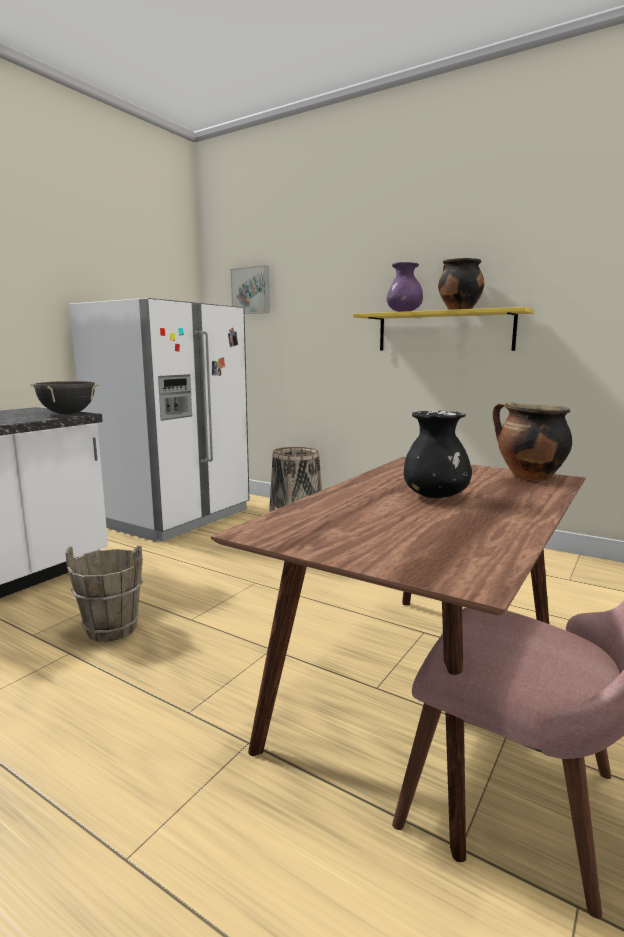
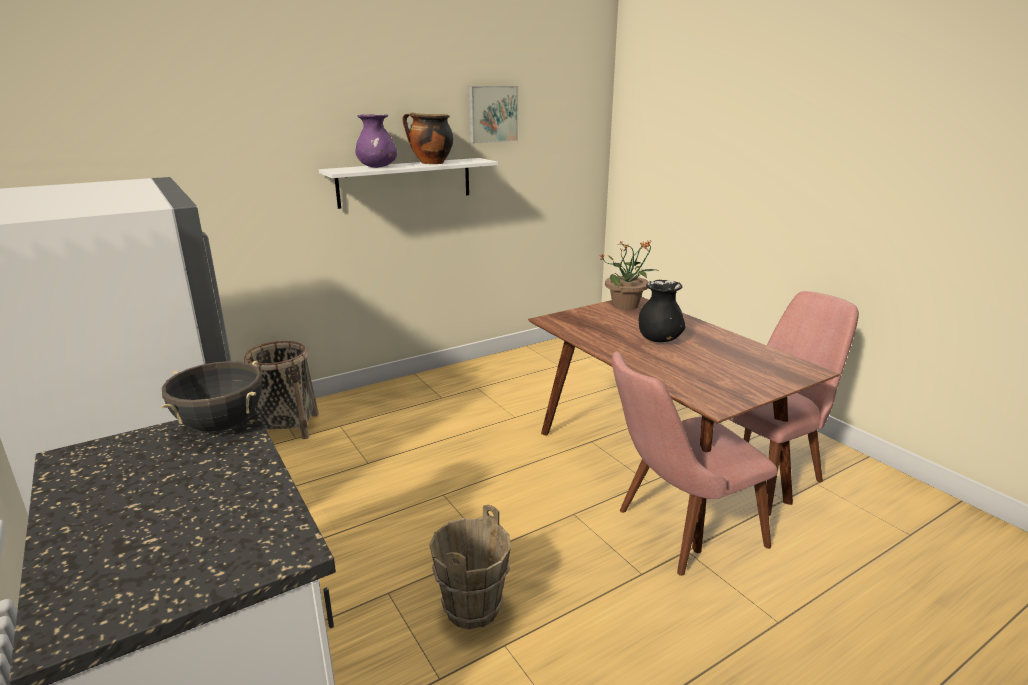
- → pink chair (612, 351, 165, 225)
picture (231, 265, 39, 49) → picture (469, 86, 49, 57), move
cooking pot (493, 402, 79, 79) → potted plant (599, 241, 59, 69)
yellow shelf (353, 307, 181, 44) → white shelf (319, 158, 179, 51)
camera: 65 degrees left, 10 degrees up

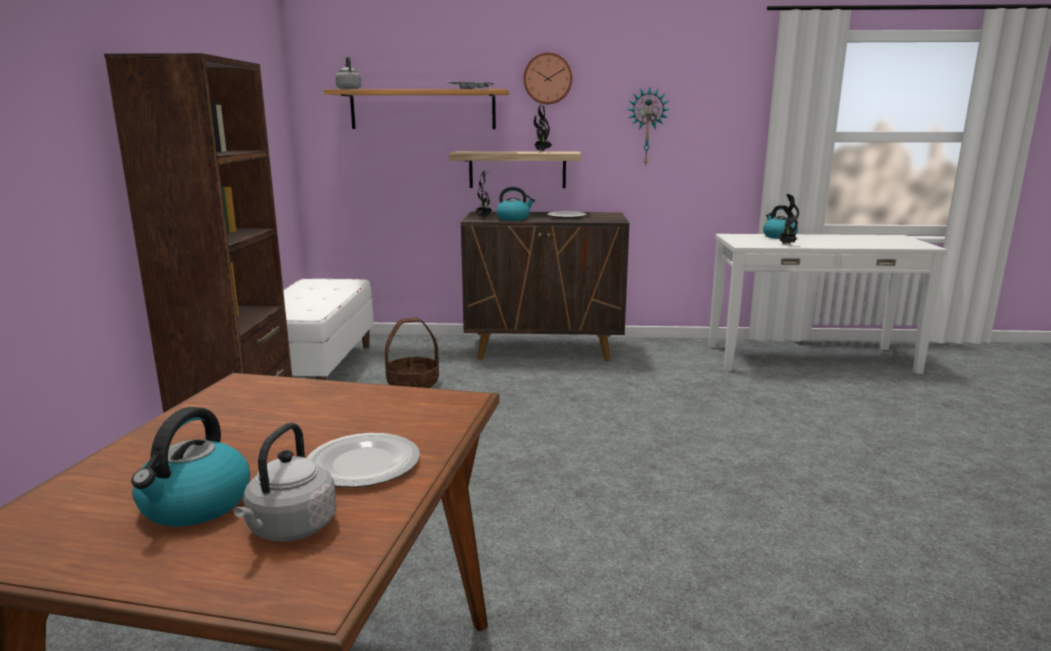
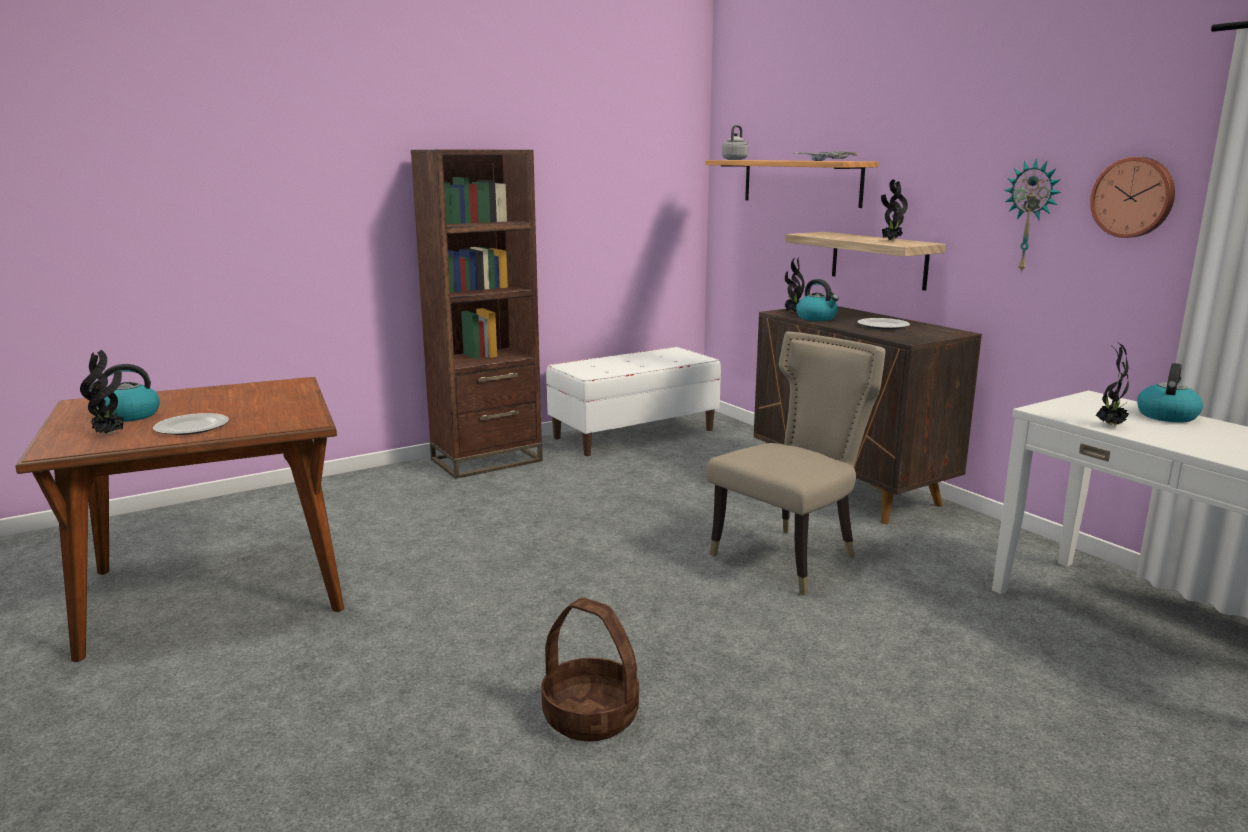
- → beige chair (706, 331, 180, 265)
basket (385, 317, 54, 71) → basket (541, 598, 98, 143), move
wall clock (523, 52, 49, 52) → wall clock (1090, 157, 85, 81), move
grey kettle (234, 422, 102, 120) → potted plant (80, 350, 44, 85)
camera: 55 degrees right, 0 degrees up

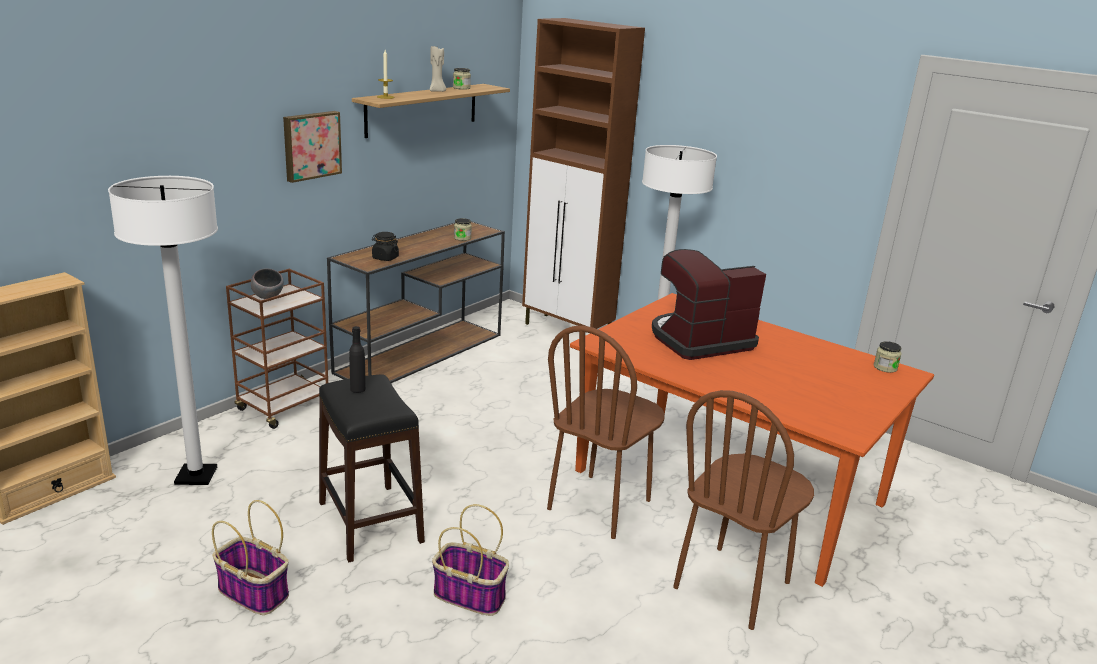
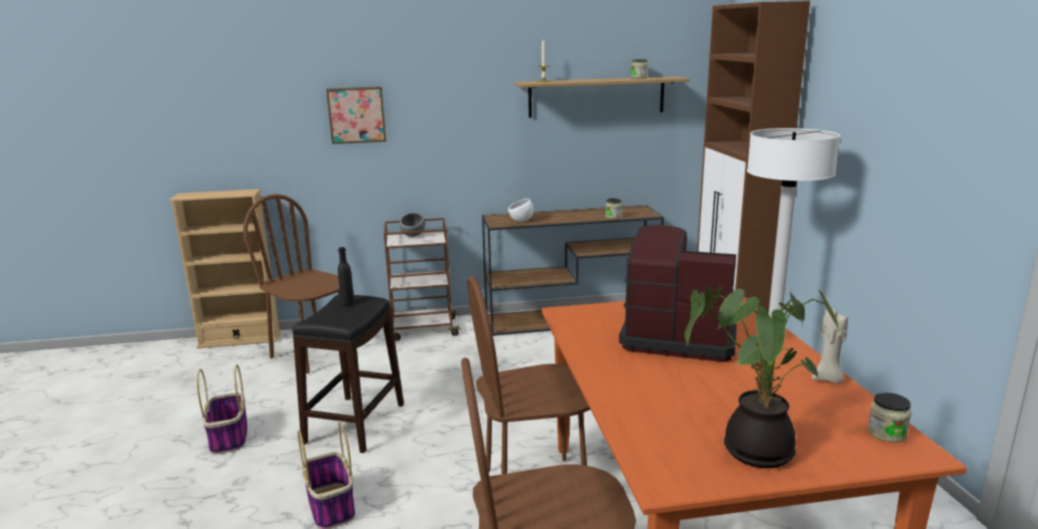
- → potted plant (685, 287, 154, 181)
picture (283, 111, 59, 72) → picture (326, 87, 60, 57), move
beige candle (430, 44, 16, 48) → beige candle (812, 309, 36, 74), move
white floor lamp (108, 176, 110, 309) → brown chair (243, 194, 97, 180)
black jar (372, 232, 27, 29) → white bowl (508, 199, 26, 23)
camera: 45 degrees right, 5 degrees down

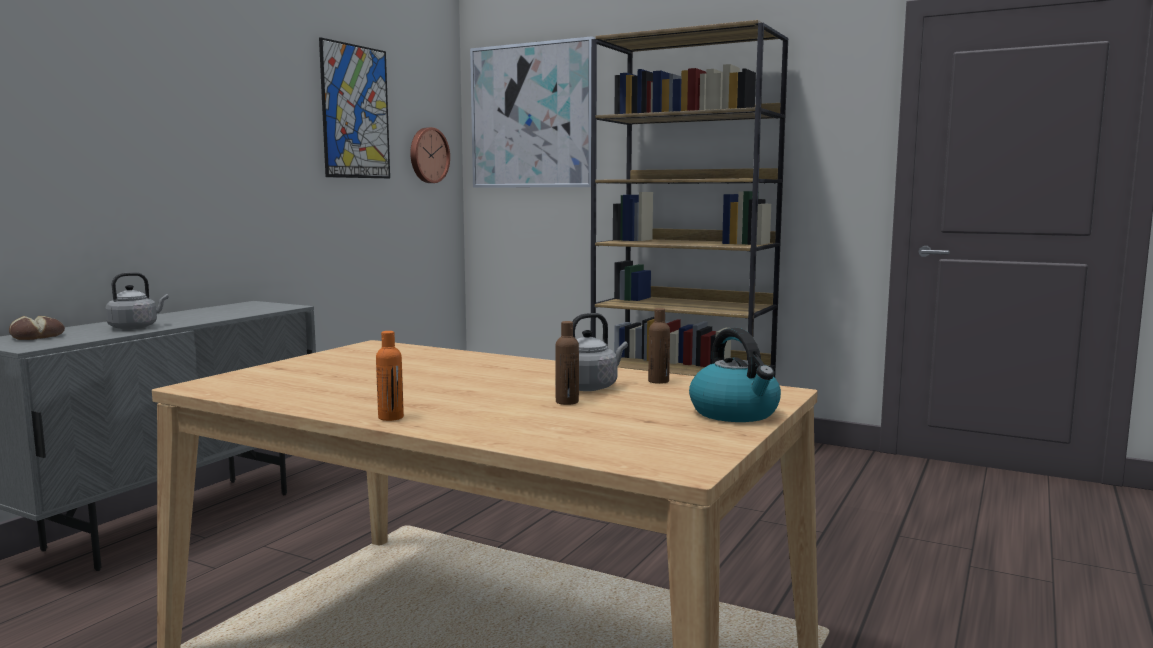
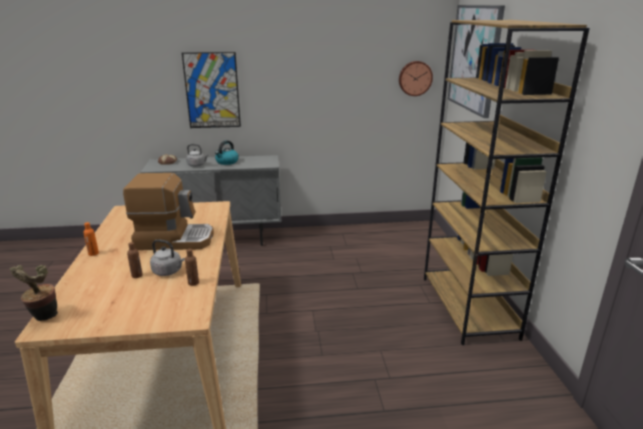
- → potted plant (10, 265, 48, 56)
- → coffee machine (123, 173, 91, 77)
picture (319, 37, 71, 141) → picture (182, 52, 59, 76), move
kettle (689, 328, 92, 94) → kettle (215, 140, 24, 25), move
camera: 55 degrees right, 15 degrees up

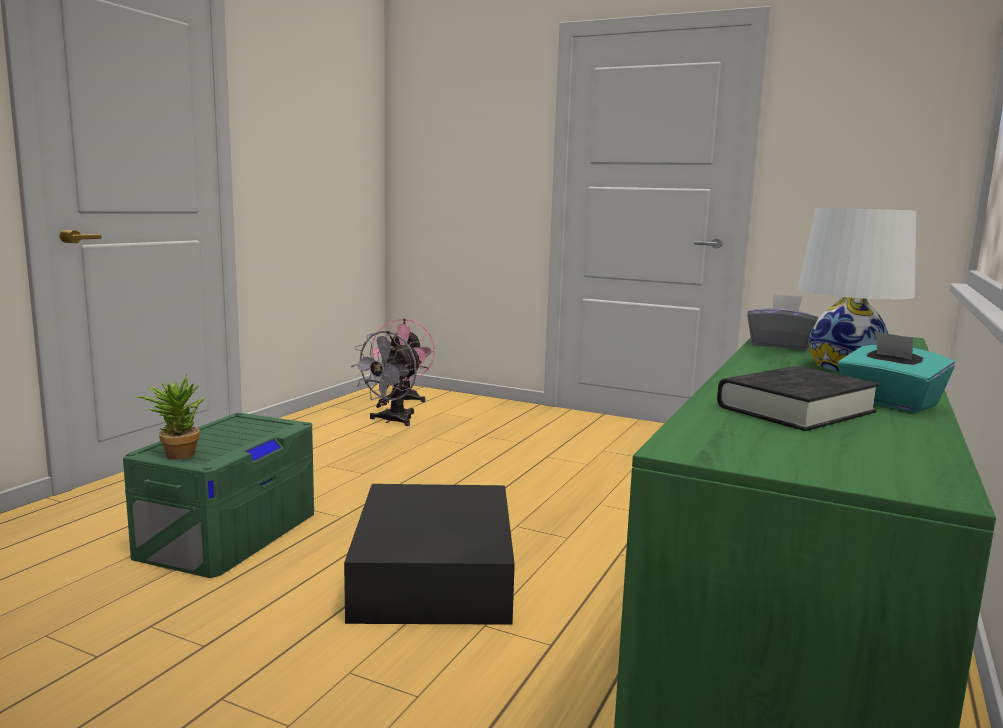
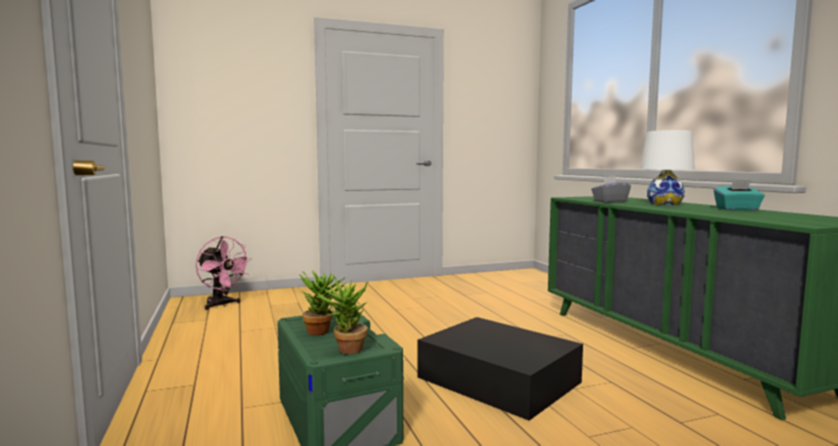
grey fan (351, 331, 71, 95) → -
black book (717, 366, 163, 65) → -
- → potted plant (299, 270, 47, 66)
camera: 45 degrees left, 5 degrees down

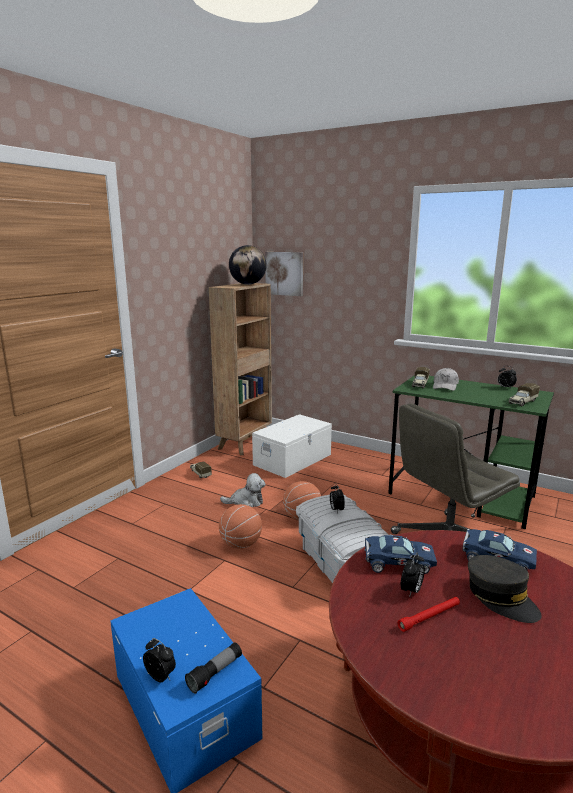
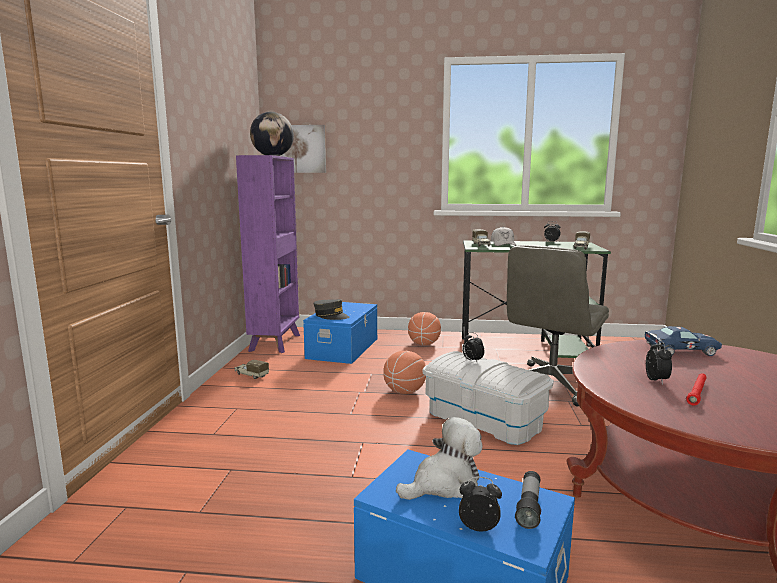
blue toy car (365, 535, 72, 39) → -
basketball (219, 504, 43, 45) → basketball (408, 312, 33, 33), move
plush toy (220, 473, 46, 34) → plush toy (396, 417, 87, 83), move
grey cap (468, 555, 73, 68) → grey cap (313, 299, 36, 21), move
brown bookcase (209, 283, 63, 172) → purple bookcase (236, 155, 64, 198)
white storage box (252, 414, 80, 64) → blue storage box (303, 302, 74, 62)
camera: 25 degrees left, 5 degrees down

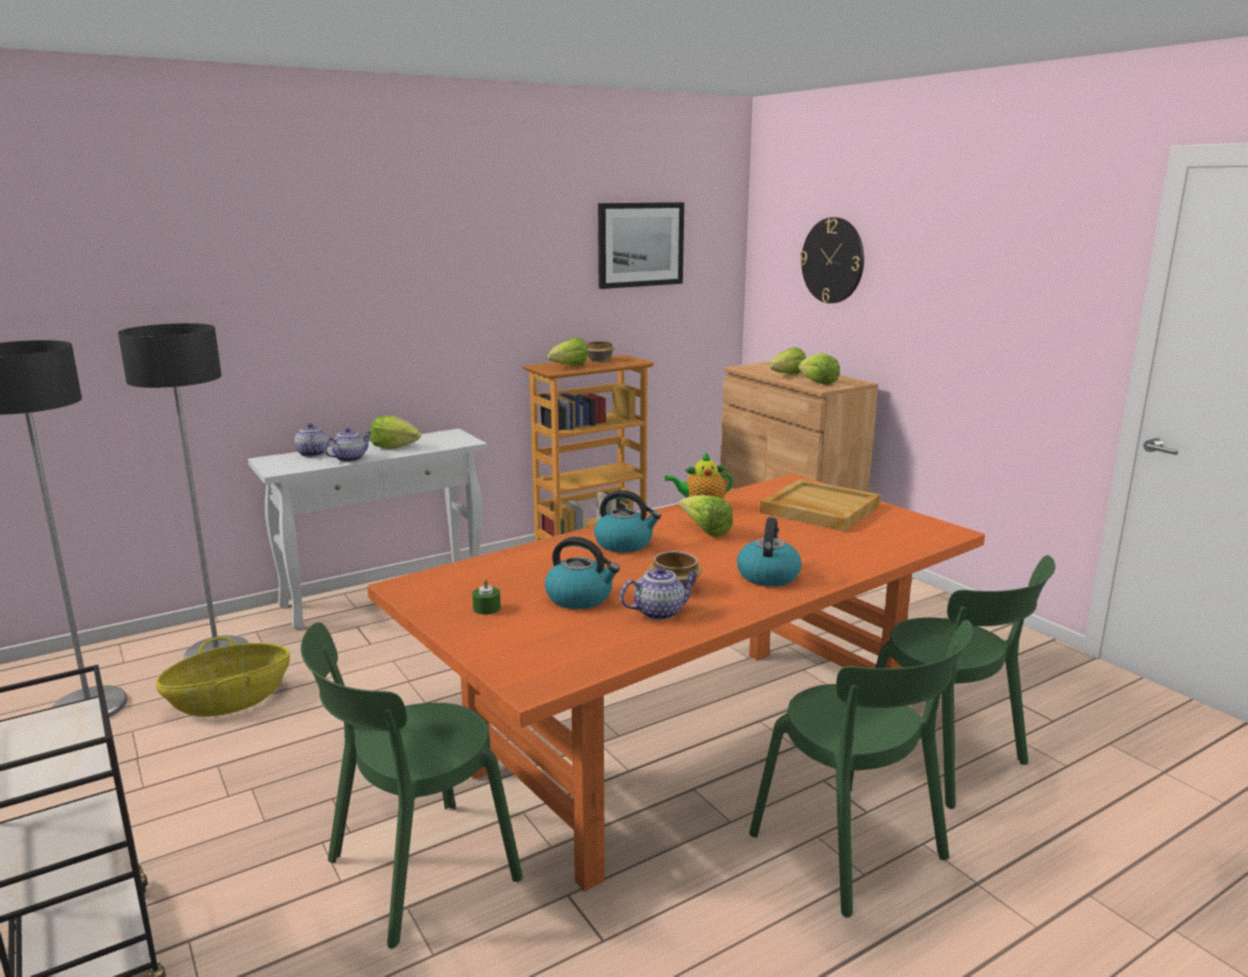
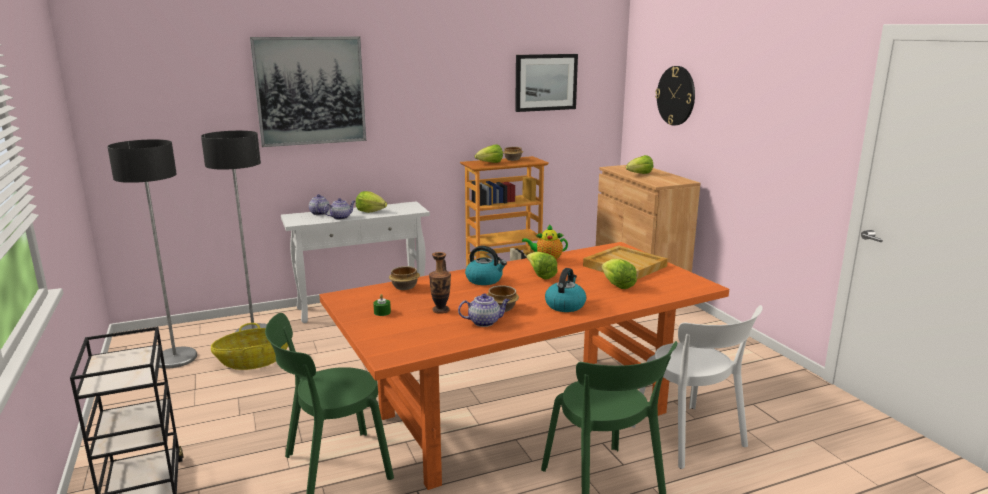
- → picture (250, 37, 116, 110)
- → bowl (389, 266, 31, 24)
lettuce (798, 353, 42, 32) → lettuce (602, 259, 35, 30), move
kettle (545, 537, 75, 72) → vase (429, 252, 22, 62)
green chair (875, 555, 180, 254) → white chair (631, 305, 132, 164)
camera: 10 degrees right, 0 degrees up

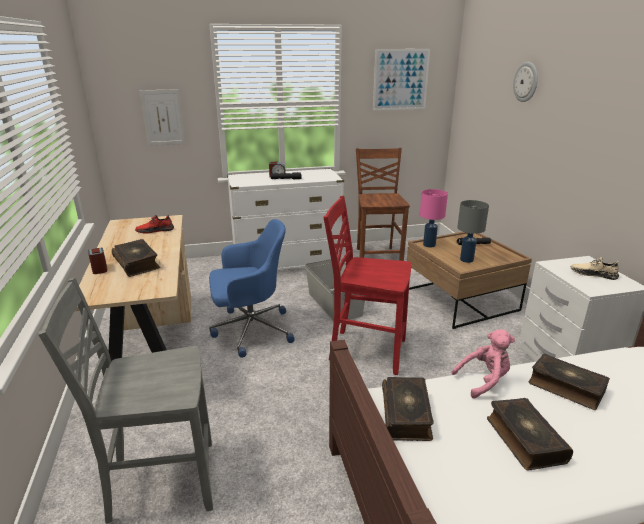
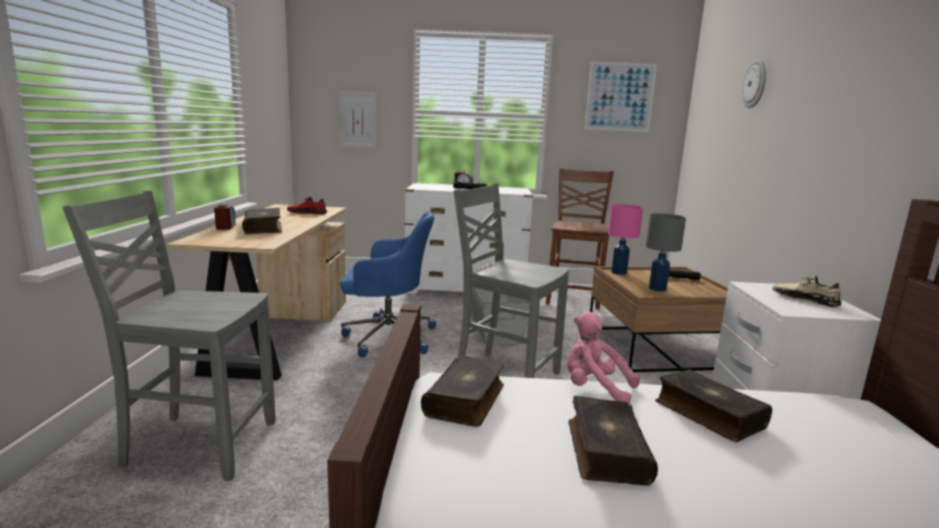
red chair (324, 196, 87, 179) → grey chair (454, 184, 115, 194)
pink plush toy (451, 329, 64, 70) → pink plush toy (567, 312, 73, 92), 150 degrees counterclockwise
camera: 15 degrees right, 10 degrees down

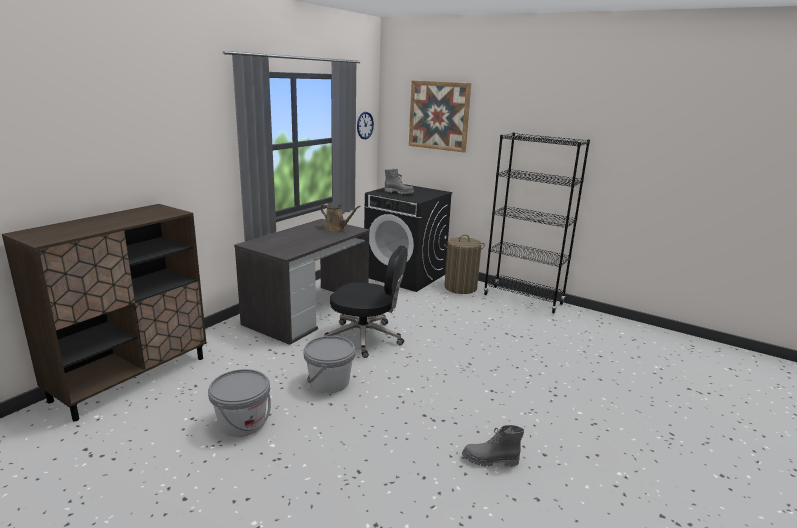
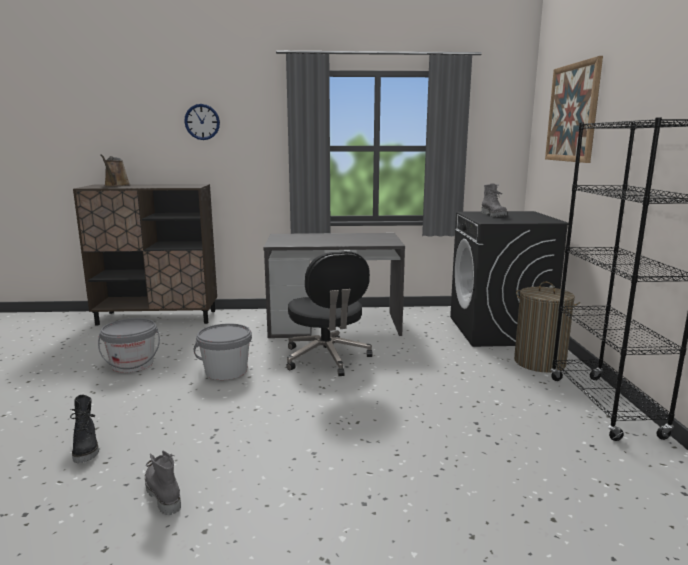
- → black boot (70, 395, 29, 68)
brown watering can (320, 203, 41, 28) → brown watering can (100, 154, 30, 33), move
wall clock (357, 112, 17, 27) → wall clock (184, 104, 36, 36), move
camera: 55 degrees right, 5 degrees down

